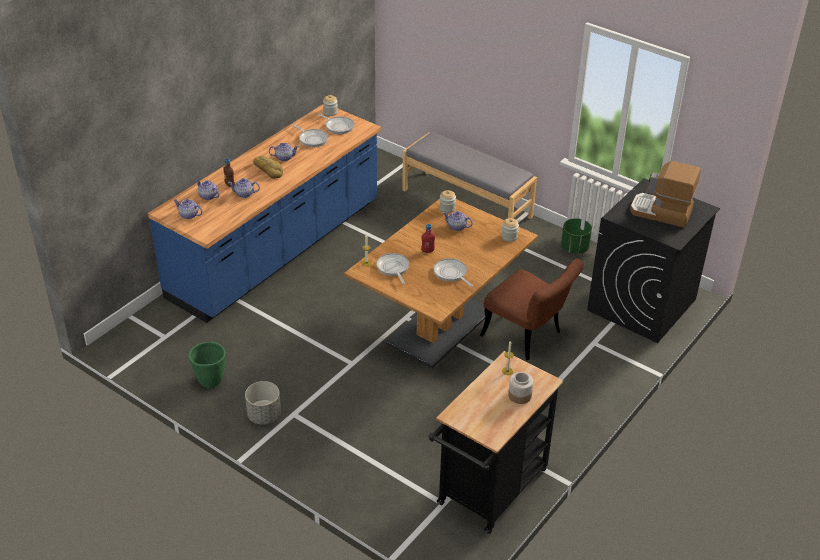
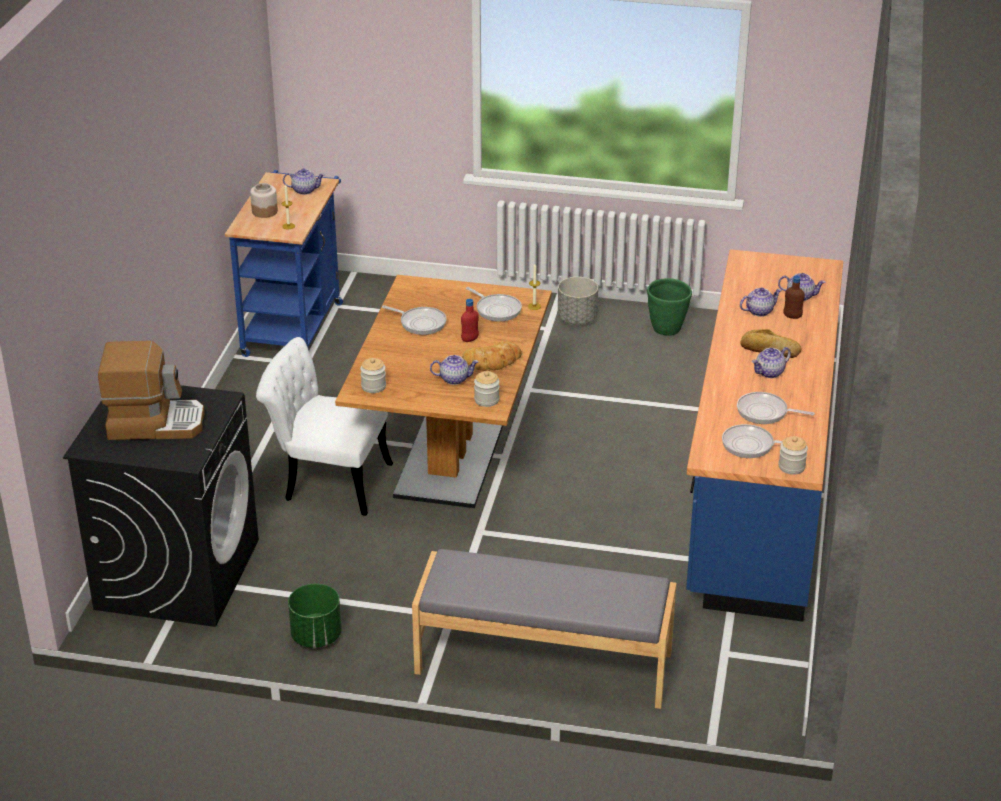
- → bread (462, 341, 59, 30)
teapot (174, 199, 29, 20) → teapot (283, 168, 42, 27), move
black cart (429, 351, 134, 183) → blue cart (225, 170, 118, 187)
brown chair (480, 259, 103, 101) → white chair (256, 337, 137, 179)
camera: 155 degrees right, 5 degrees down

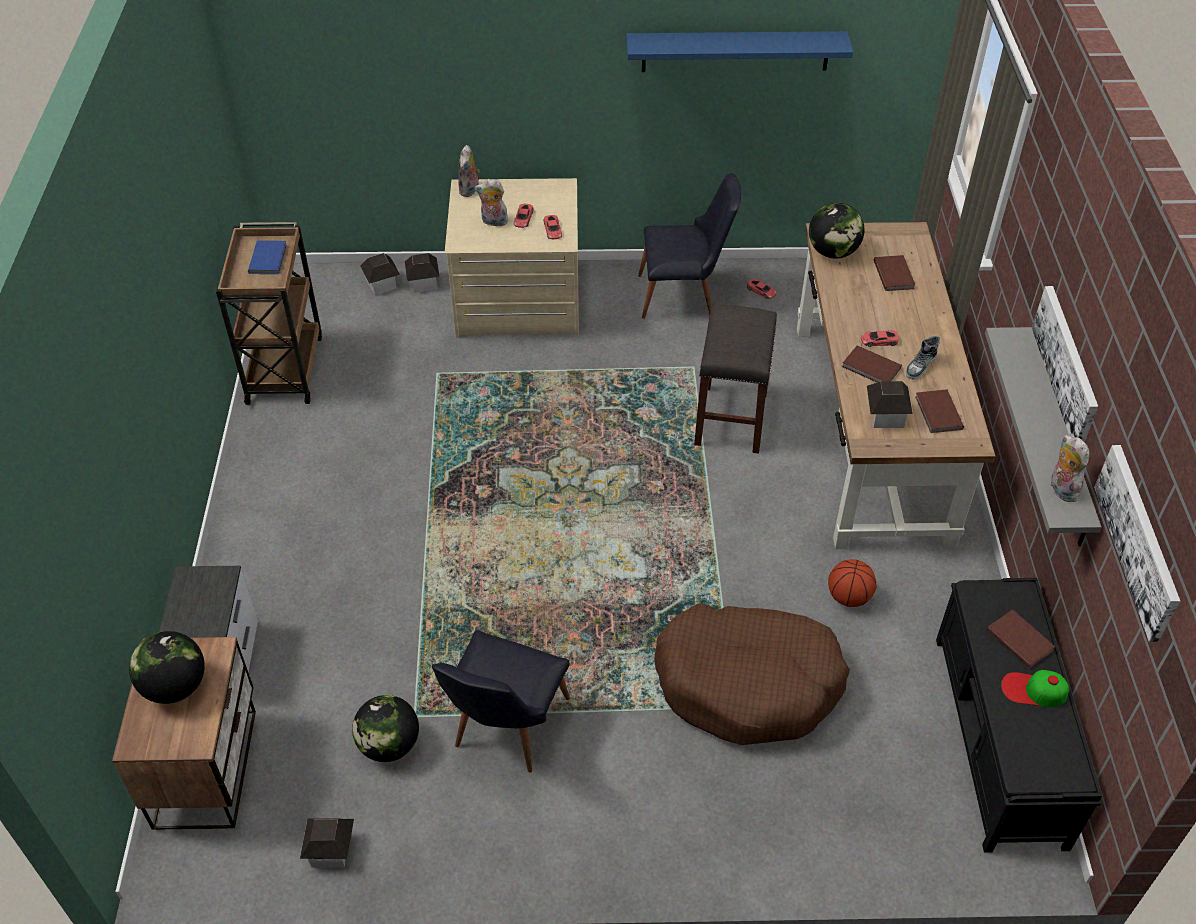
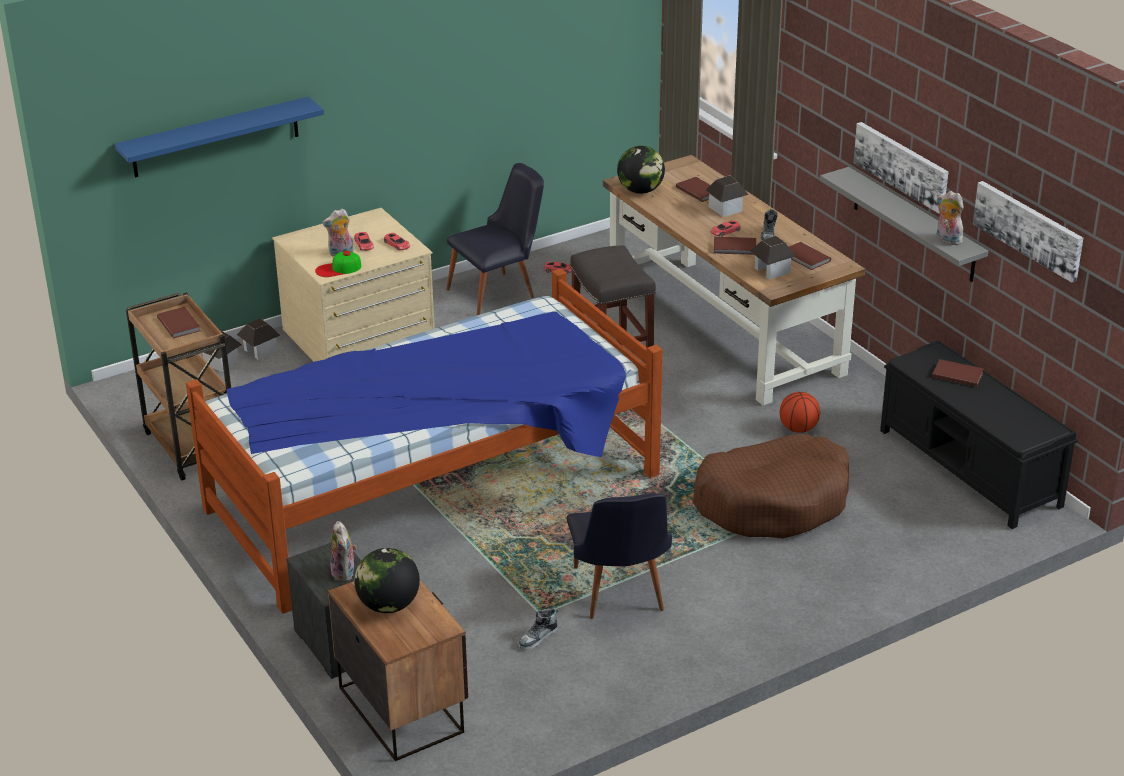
- → bed (186, 268, 477, 346)
toy house (300, 818, 54, 50) → toy house (705, 175, 44, 42), move
plush toy (458, 145, 22, 52) → plush toy (330, 521, 27, 61), move
blue shelf (626, 31, 227, 41) → blue shelf (115, 97, 209, 81), move
cap (1001, 670, 68, 37) → cap (315, 251, 46, 26), move
globe (352, 695, 67, 67) → shoe (518, 609, 40, 41)
blue book (248, 240, 39, 34) → brown book (157, 307, 43, 31)
camera: 30 degrees left, 15 degrees down

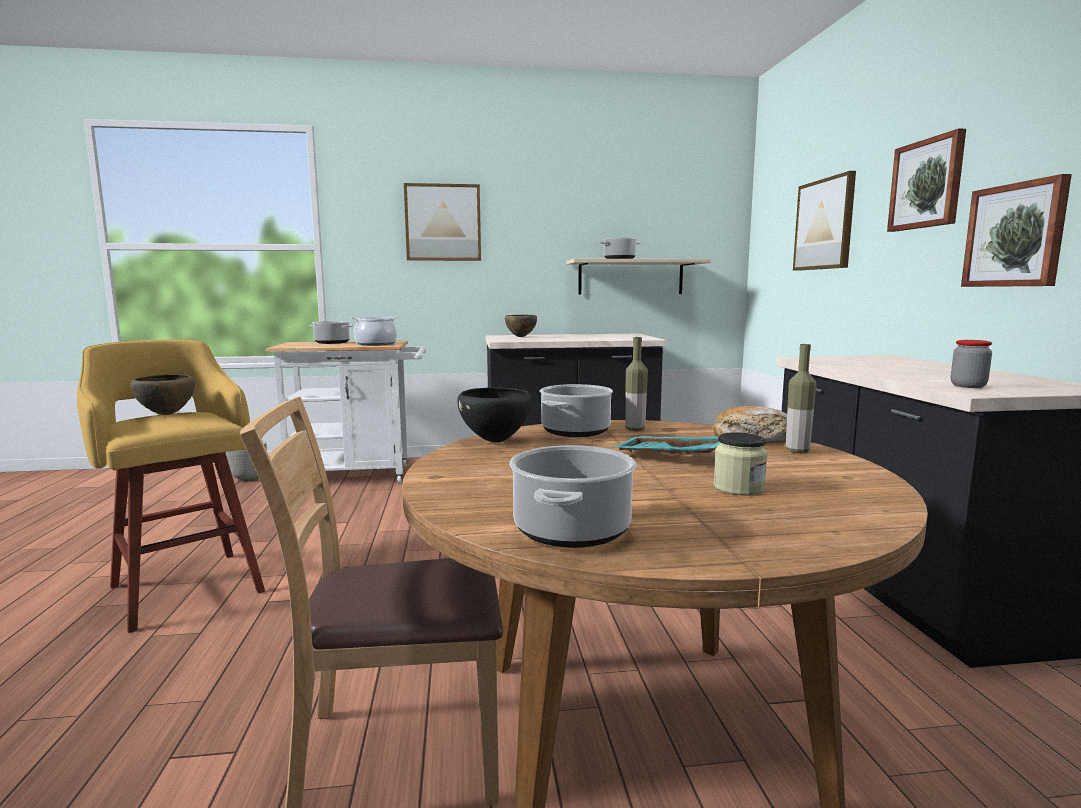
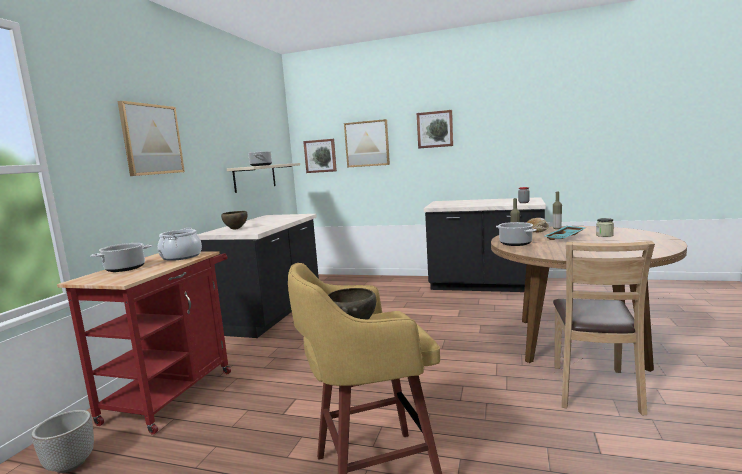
black bowl (457, 387, 75, 55) → -
cooking pot (510, 445, 126, 103) → -
picture (961, 174, 111, 113) → picture (303, 139, 34, 34), move
white cart (265, 341, 161, 143) → red cart (57, 252, 174, 183)
camera: 65 degrees left, 0 degrees up

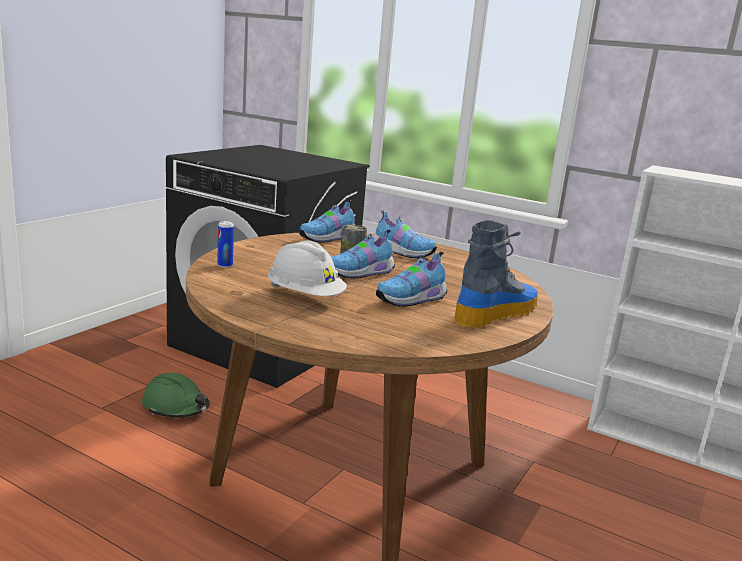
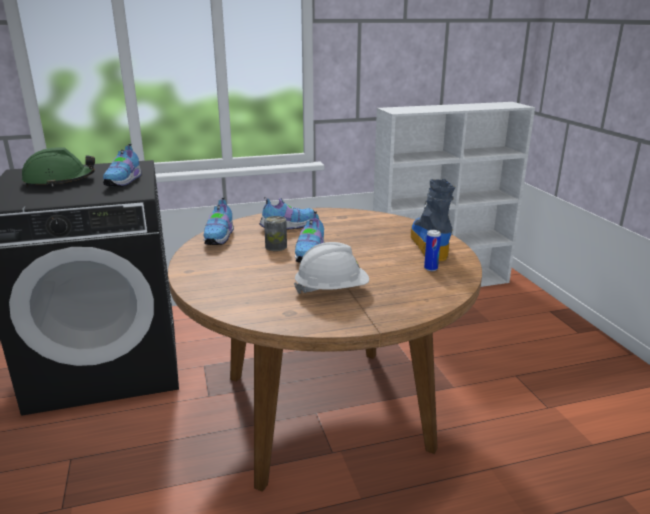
green hard hat (142, 373, 68, 45) → green hard hat (22, 147, 73, 39), move
can (217, 221, 17, 47) → can (424, 230, 17, 41), move
shoe (376, 251, 71, 56) → shoe (103, 144, 39, 43), move
camera: 45 degrees left, 5 degrees up

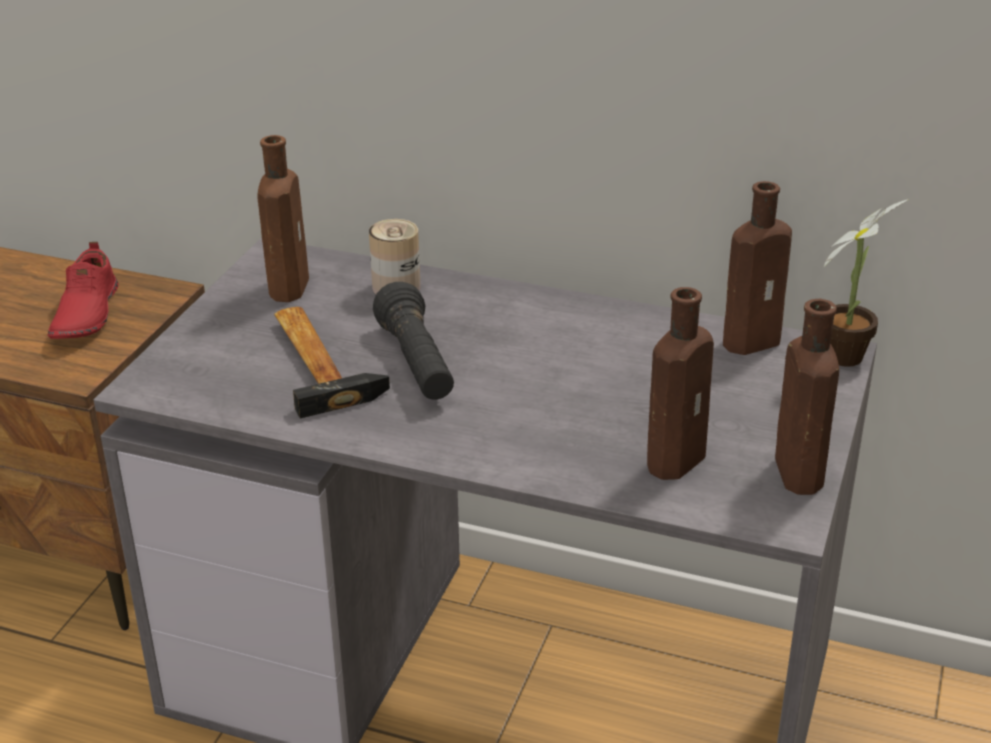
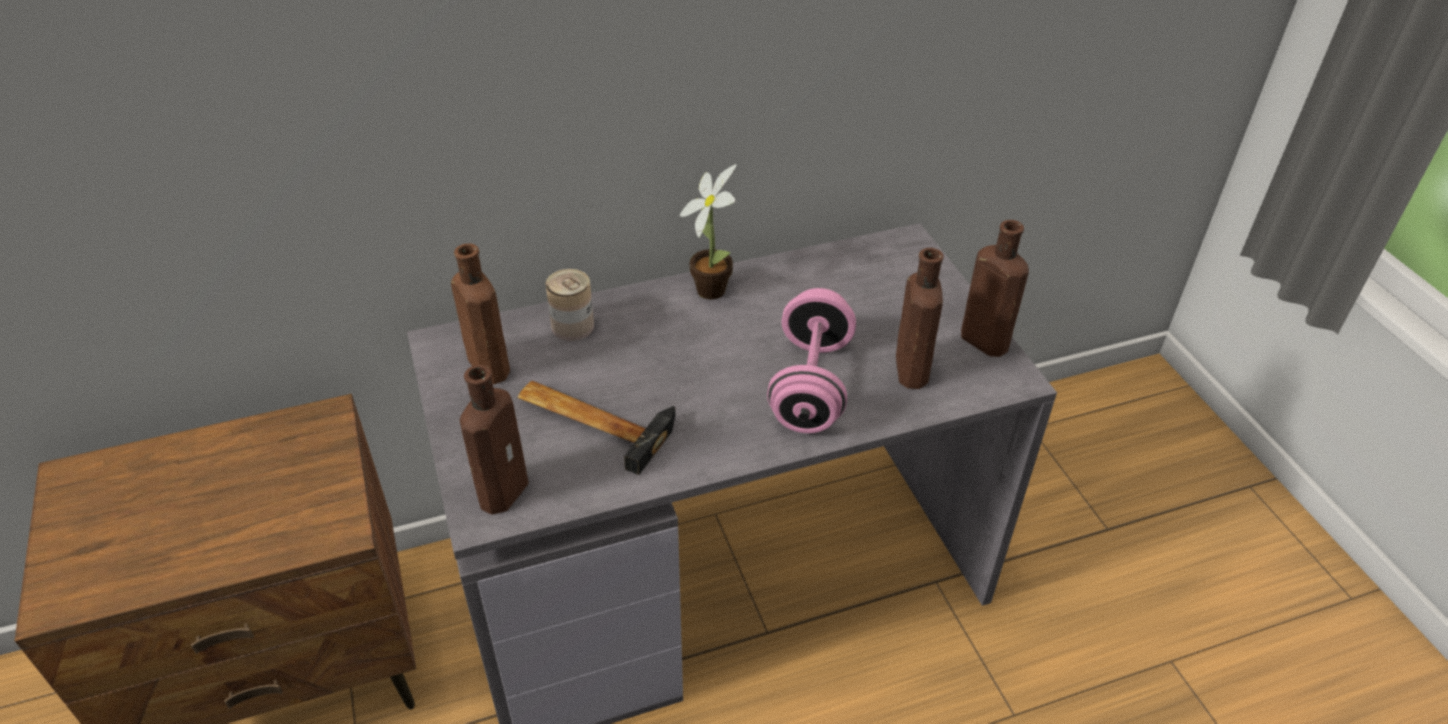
red shoe (47, 242, 72, 97) → -
black flashlight (373, 282, 81, 118) → -
- → pink dumbbell (767, 288, 89, 145)
brown bottle (723, 181, 69, 174) → brown bottle (460, 365, 69, 149), move
potted plant (824, 200, 83, 167) → potted plant (680, 164, 57, 135), move
camera: 40 degrees left, 10 degrees up

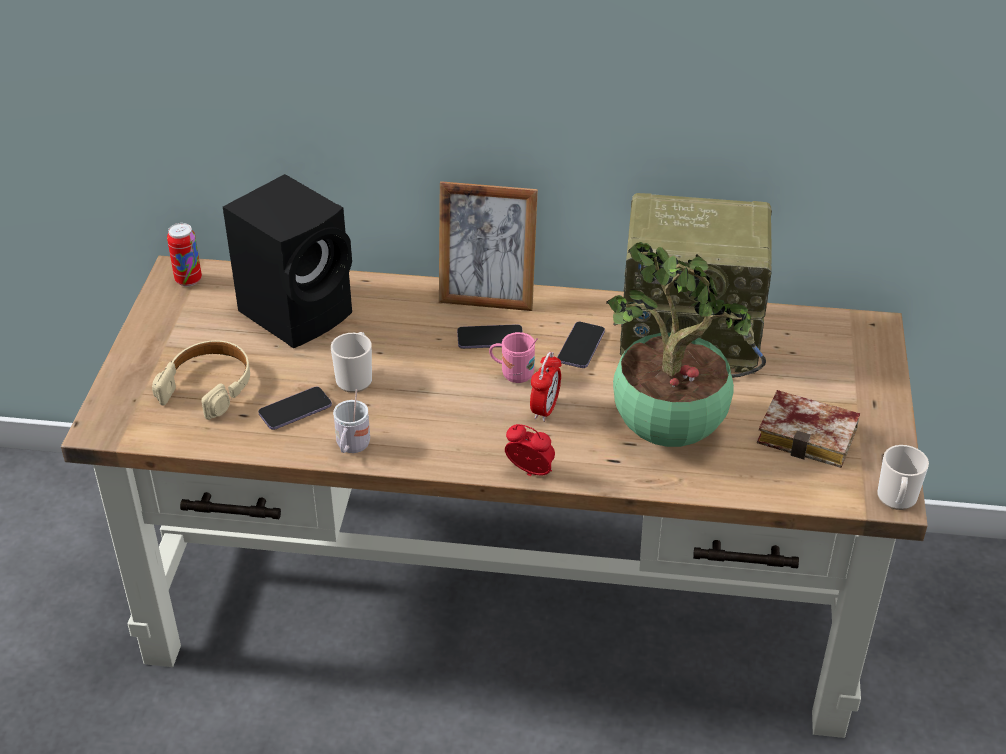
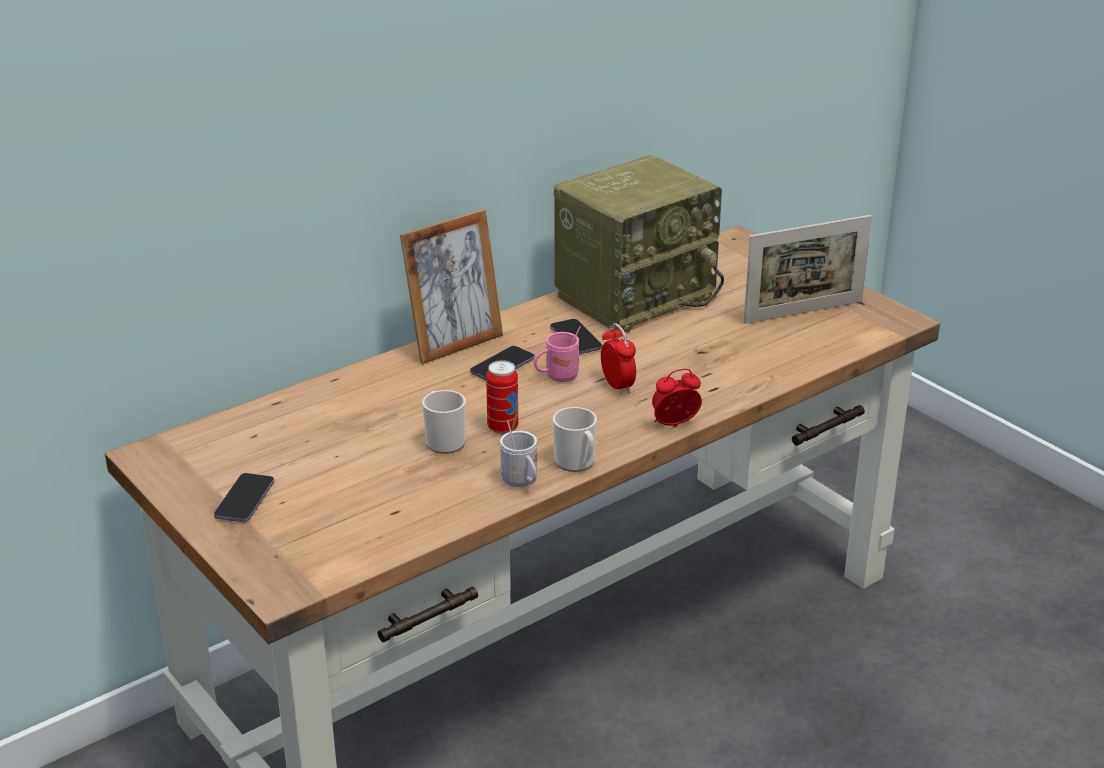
beige headphones (152, 340, 98, 80) → -
black speaker (223, 174, 129, 174) → -
potted plant (606, 242, 148, 205) → -
can (167, 223, 35, 64) → can (486, 360, 32, 74), move
phone (258, 387, 74, 43) → phone (214, 473, 60, 49), move
mug (877, 445, 52, 65) → mug (553, 407, 44, 65), move
book (757, 390, 103, 78) → picture frame (743, 215, 129, 109)
camera: 45 degrees left, 10 degrees down

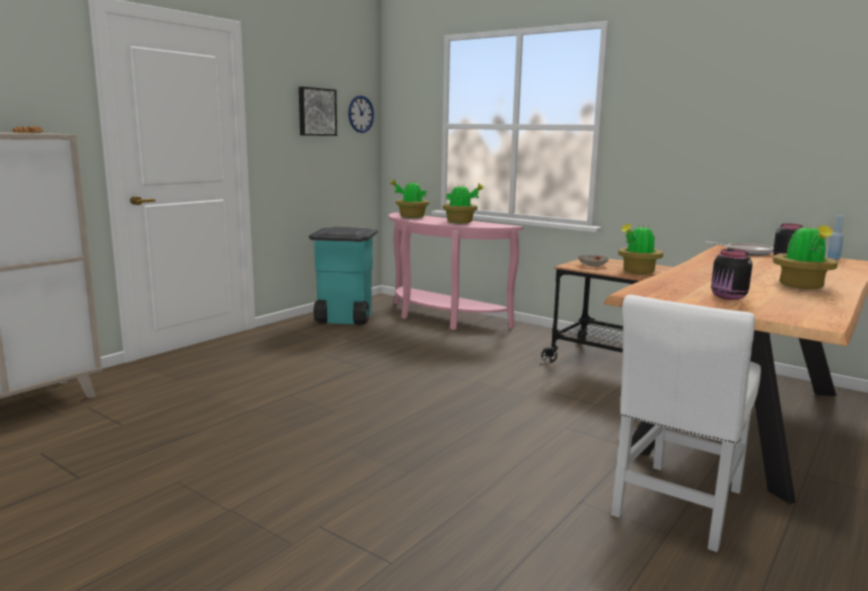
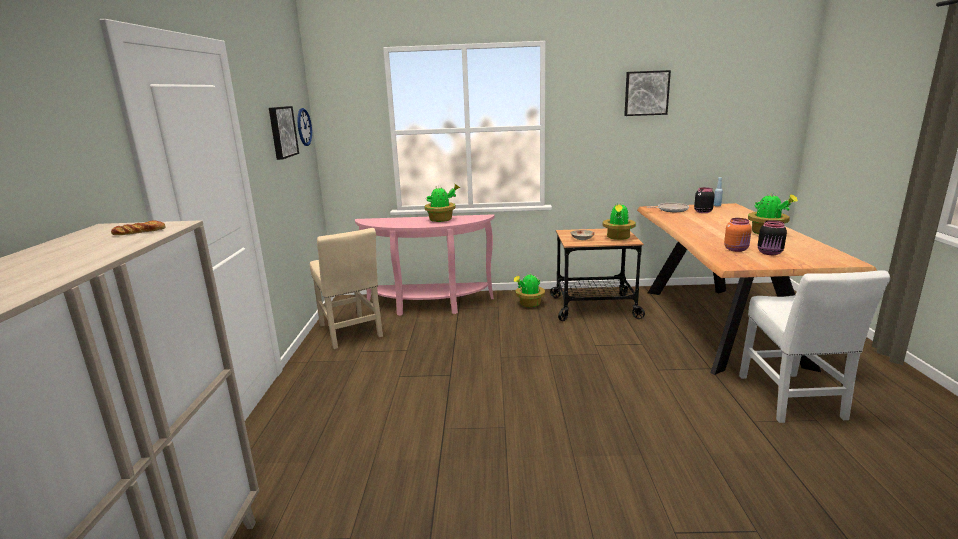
- → picture (624, 70, 47, 46)
- → orange jar (724, 218, 28, 34)
potted plant (390, 179, 39, 39) → potted plant (513, 273, 32, 34), move
turquoise trash can (309, 227, 68, 98) → beige chair (310, 228, 73, 121)
camera: 35 degrees left, 5 degrees up

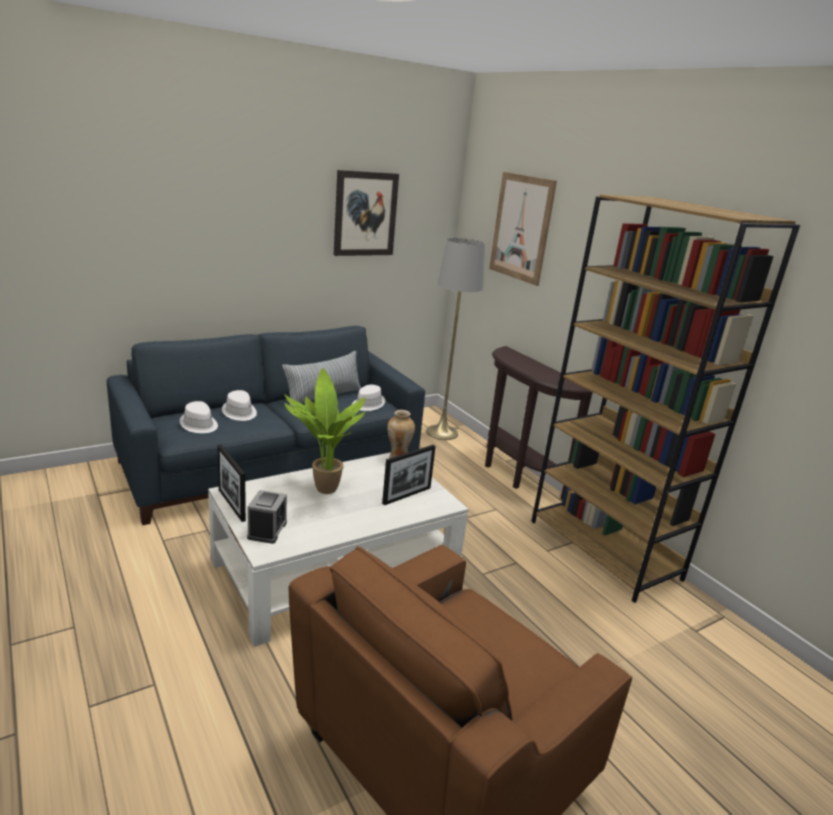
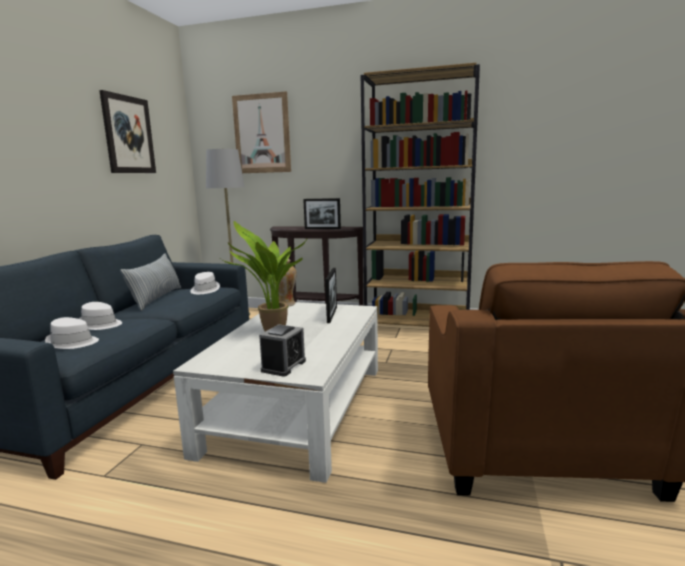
picture frame (217, 444, 29, 78) → picture frame (303, 198, 38, 31), move
alarm clock (247, 490, 40, 54) → alarm clock (259, 324, 47, 53), 60 degrees clockwise
camera: 40 degrees left, 10 degrees down

